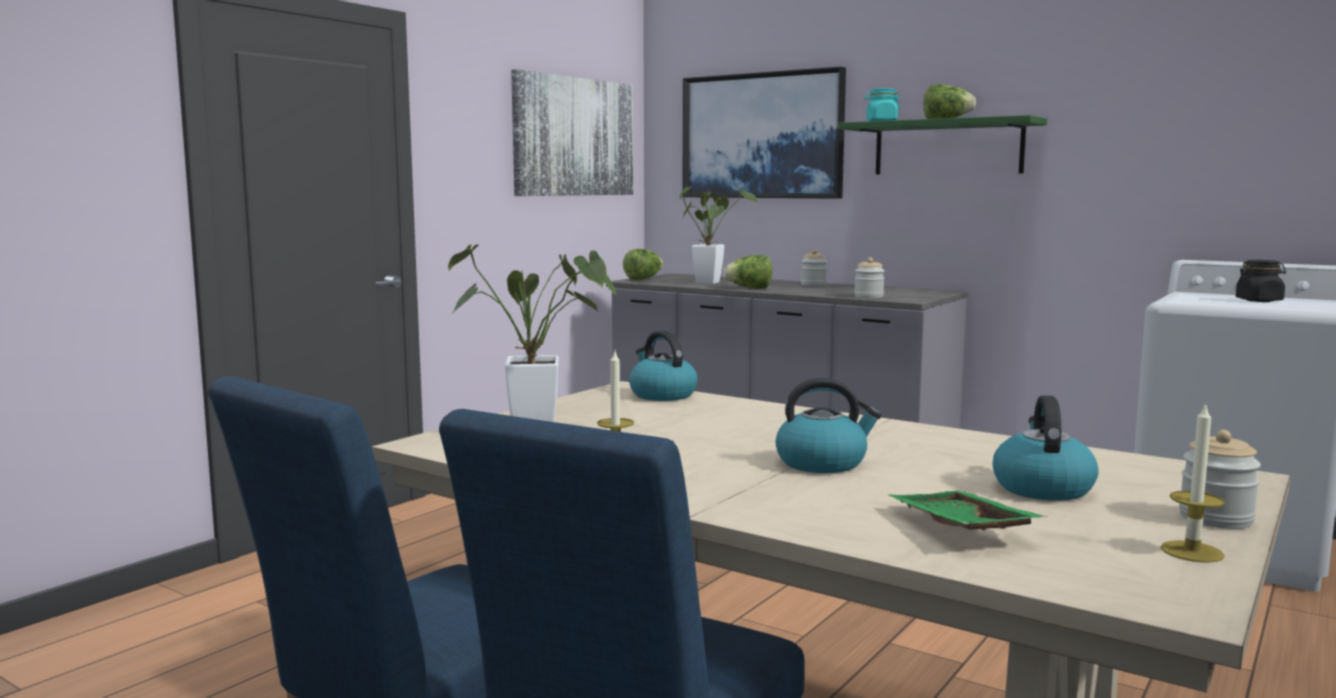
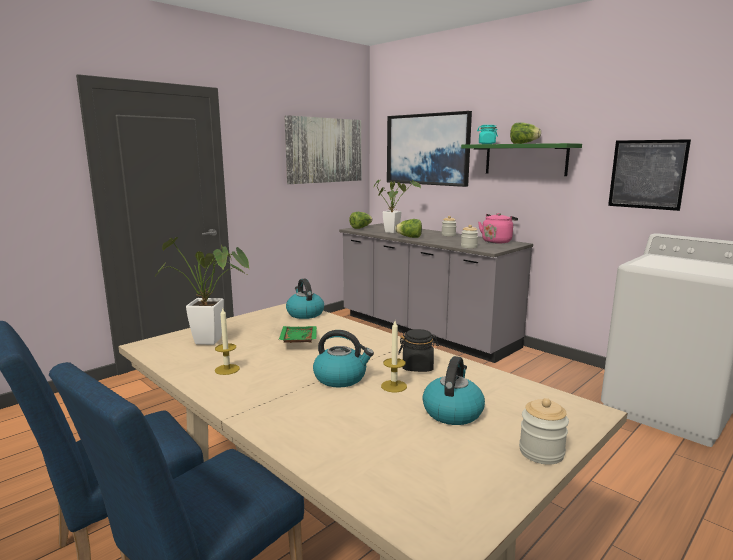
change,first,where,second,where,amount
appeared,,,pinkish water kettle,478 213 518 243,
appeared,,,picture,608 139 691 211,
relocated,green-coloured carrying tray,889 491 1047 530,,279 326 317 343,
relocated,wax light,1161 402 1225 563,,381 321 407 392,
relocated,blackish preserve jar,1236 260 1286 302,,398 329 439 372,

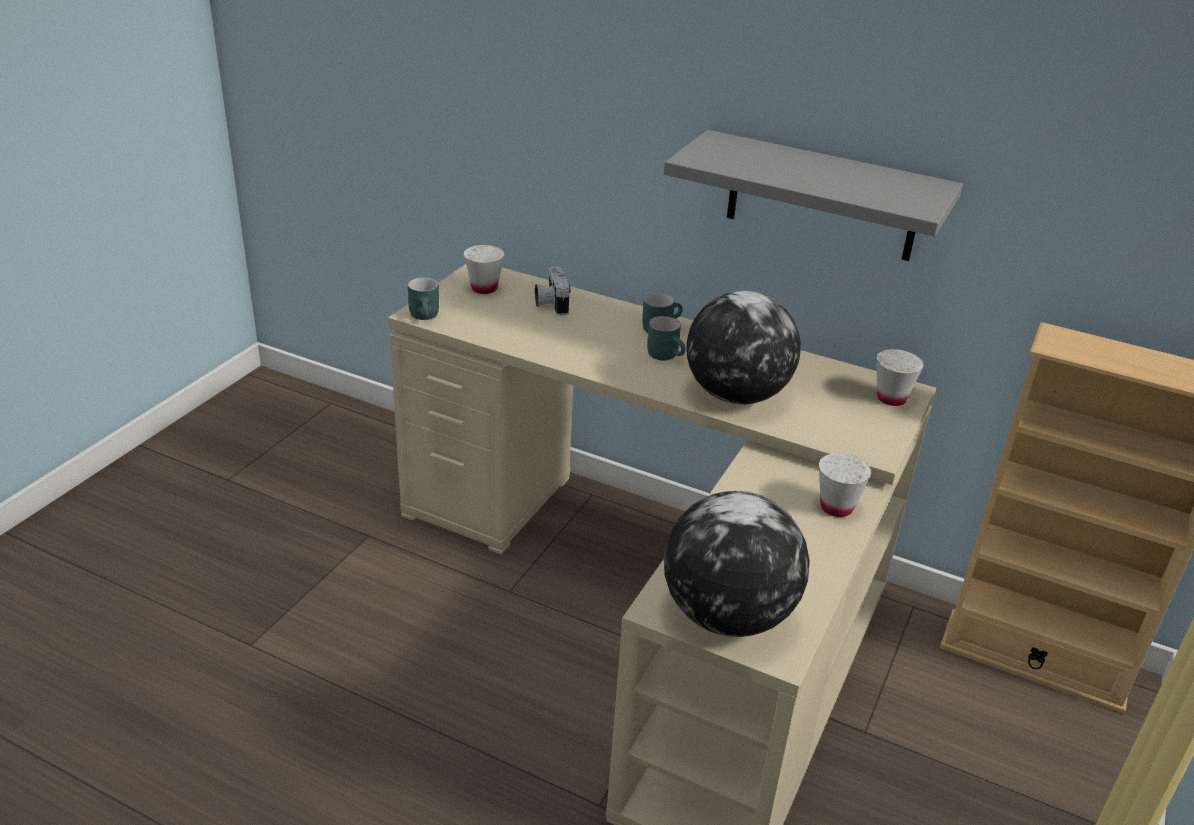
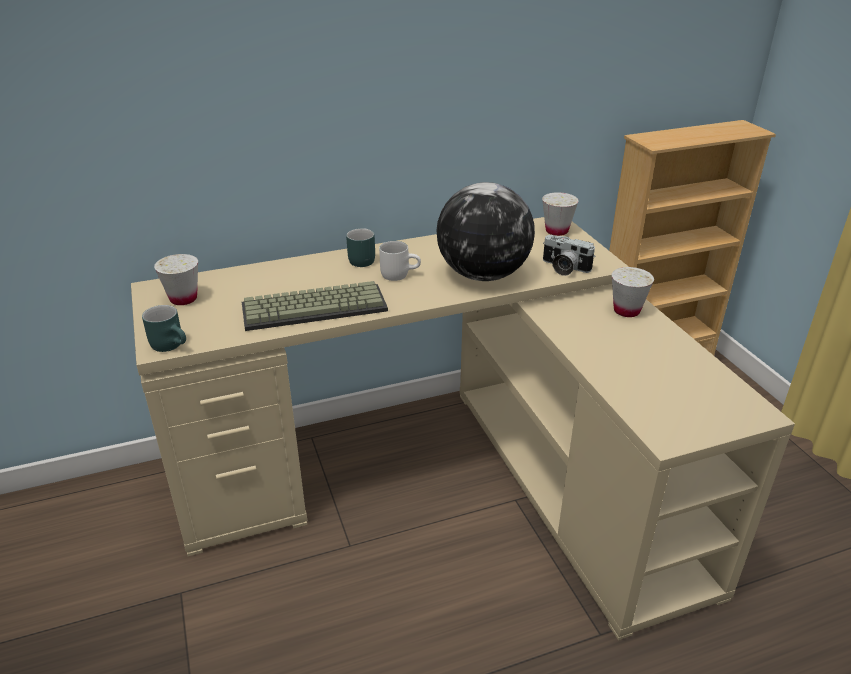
change,first,where,second,where,amount
missing,grey bracket shelf,664 130 963 261,,,
missing,world globe,664 491 810 637,,,
appeared,,,PC keyboard,242 281 388 331,
relocated,photo camera,535 266 570 315,,543 235 595 276,
colour,turquoise tea mug,647 316 686 361,white tea mug,379 241 421 281,

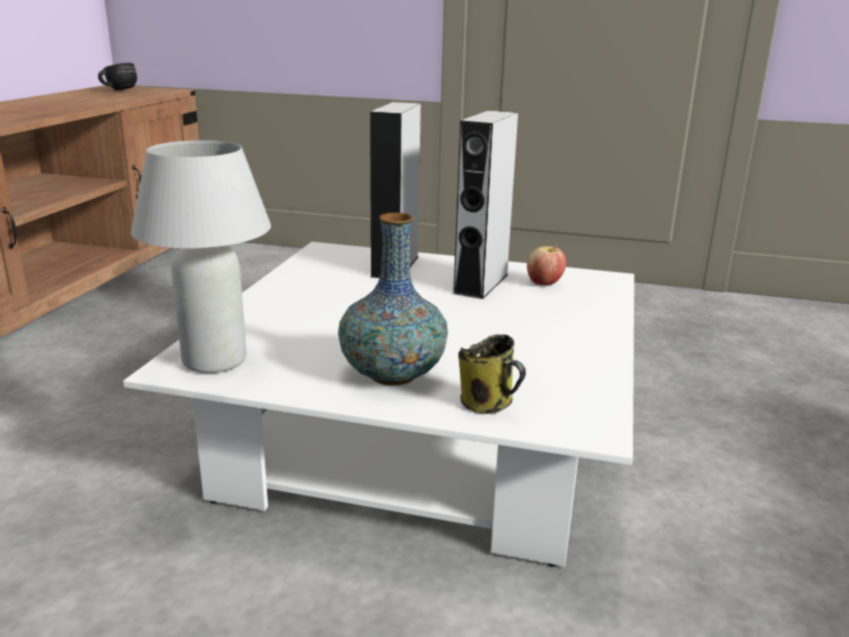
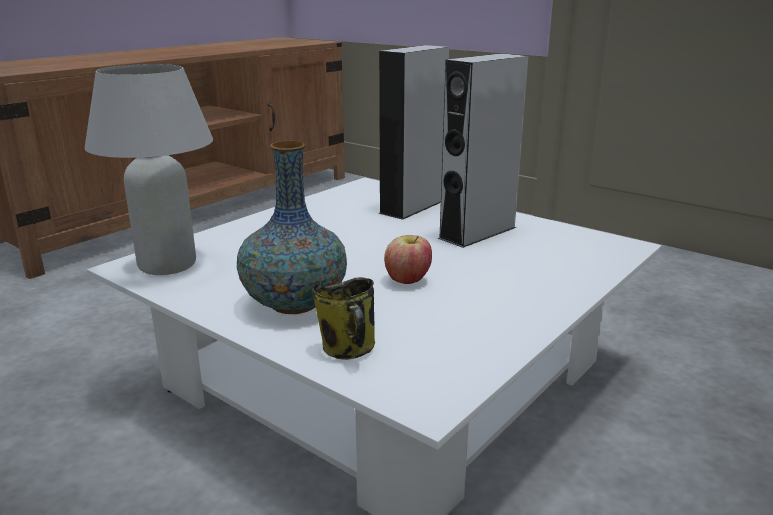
change,first,where,second,where,amount
missing,blackish tea mug,98 63 137 90,,,
relocated,apple fruit,527 245 566 285,,384 235 432 284,

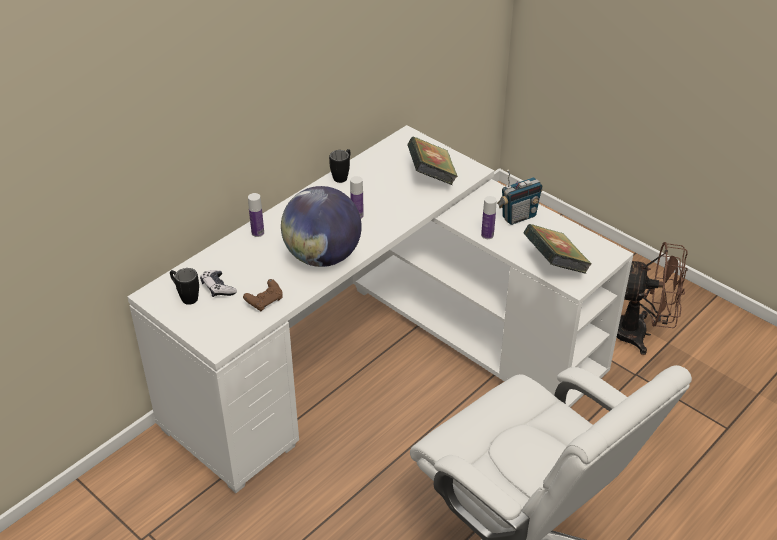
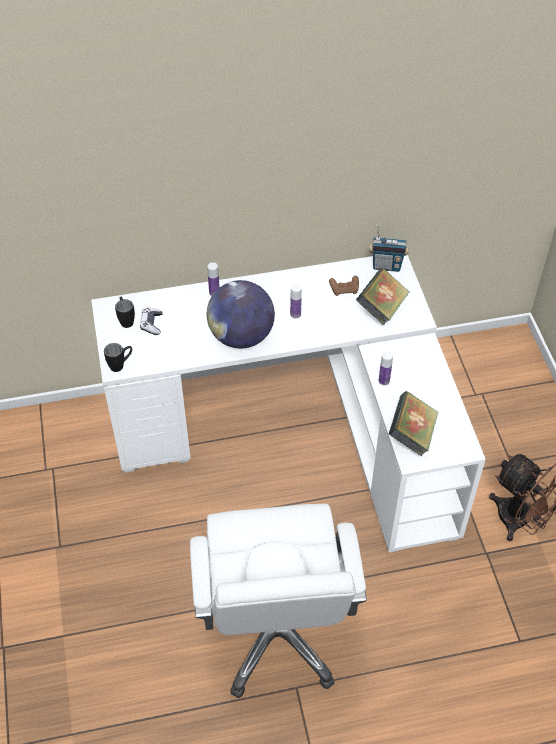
change,first,where,second,where,amount
relocated,brown joypad,243 279 283 312,,329 276 359 296,
relocated,blackish tea mug,329 149 350 183,,104 343 132 372,
relocated,radio set,497 170 543 225,,369 225 409 272,

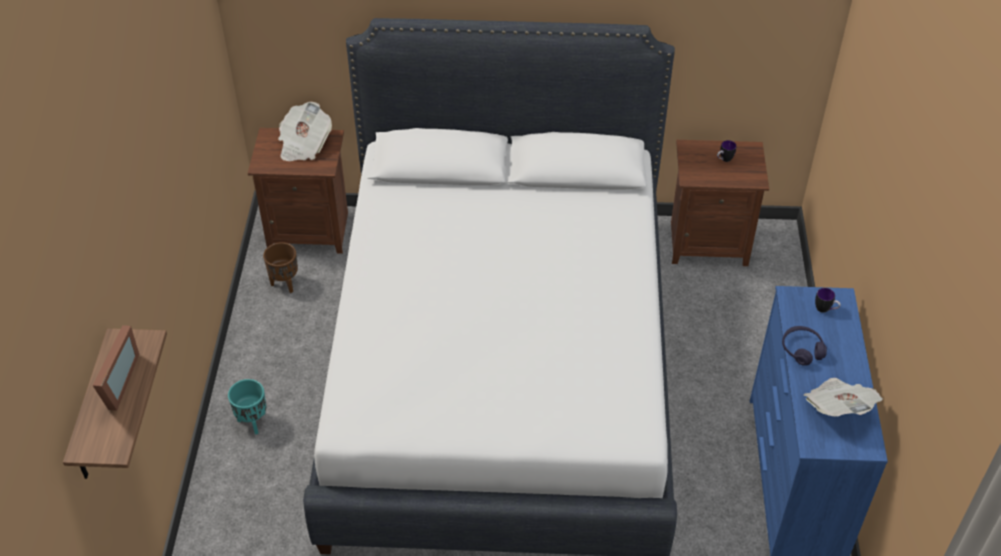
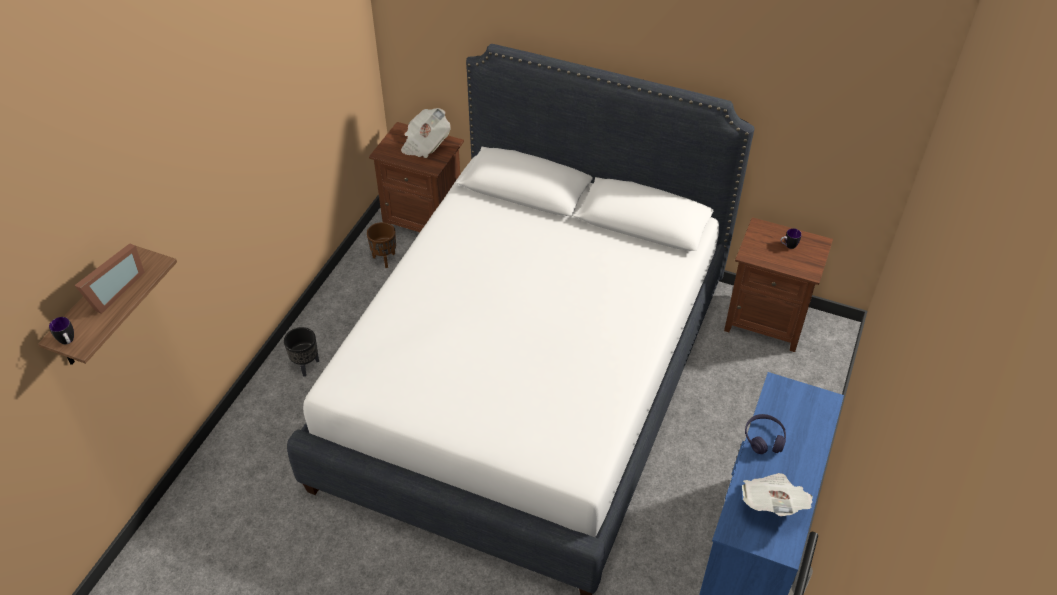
change,first,where,second,where,amount
relocated,tea mug,815 288 841 313,,49 317 74 345,
colour,turquoise planter,228 379 266 435,blackish planter,284 327 319 377,

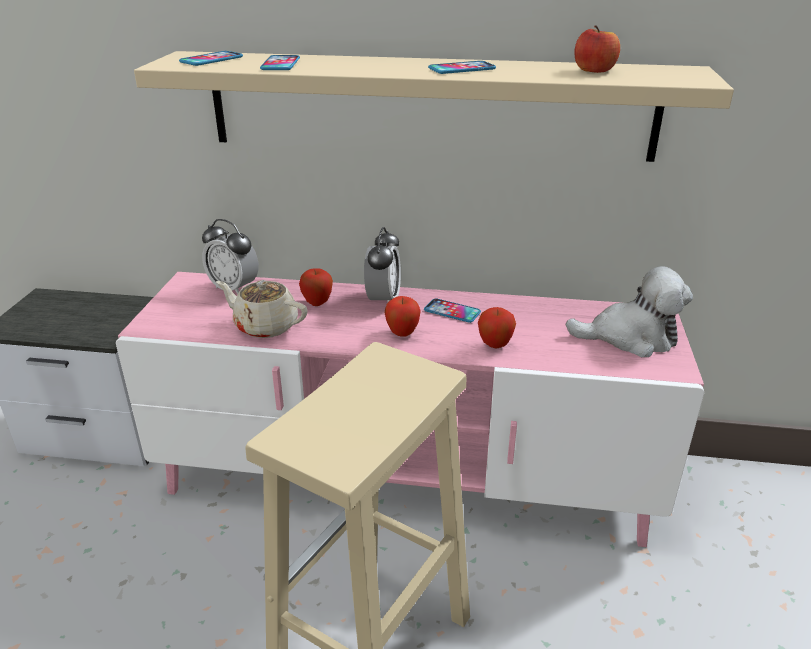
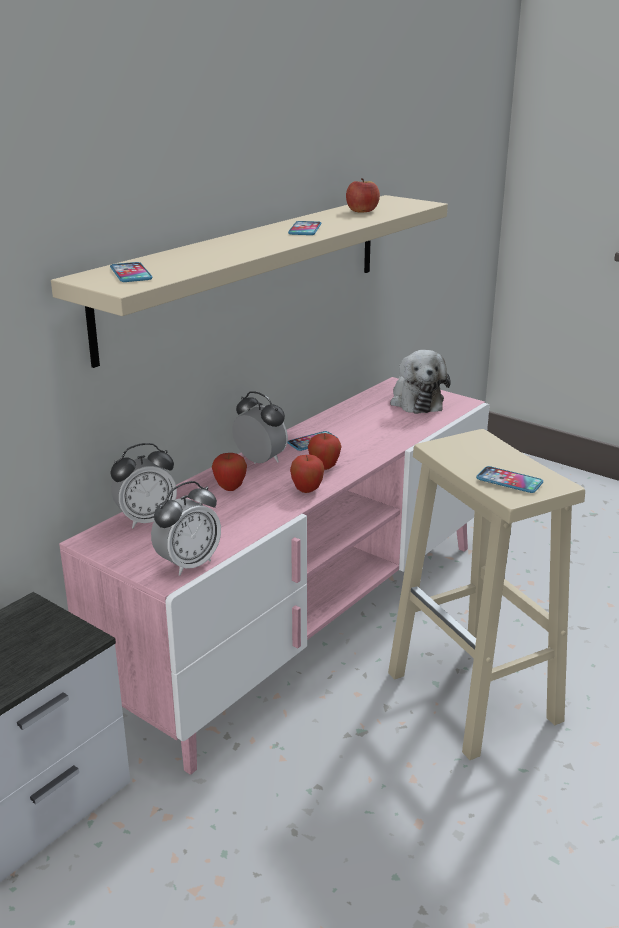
change,first,where,second,where,amount
missing,sand-coloured tea pot,216 280 308 338,,,
appeared,,,table clock,151 481 221 576,
relocated,telephone,260 55 300 70,,476 466 543 493,
relocated,apple fruit,478 307 516 348,,290 455 324 493,
spun,plush toy,566 266 693 357,,390 350 451 414,135 degrees clockwise

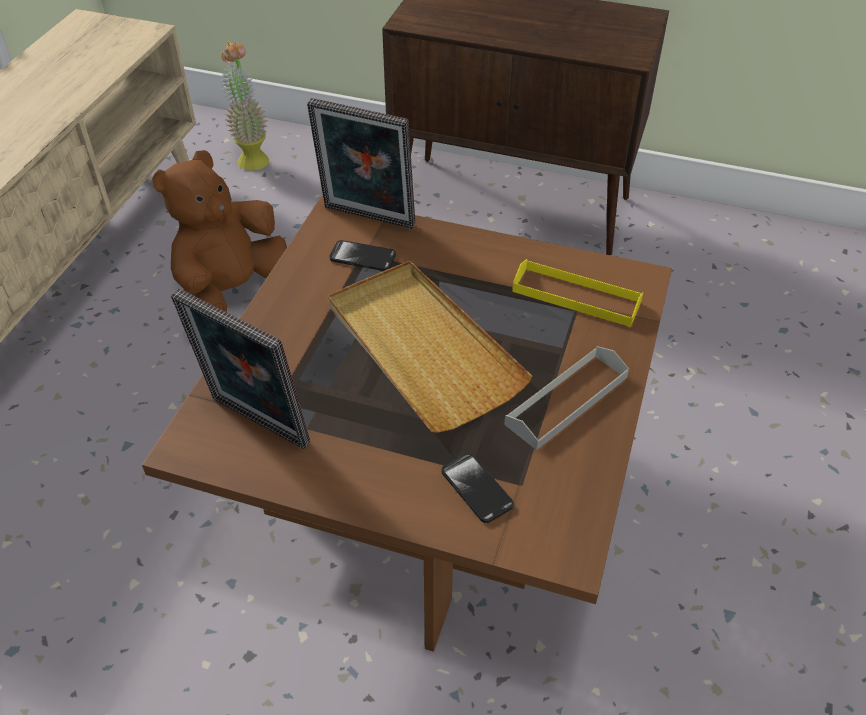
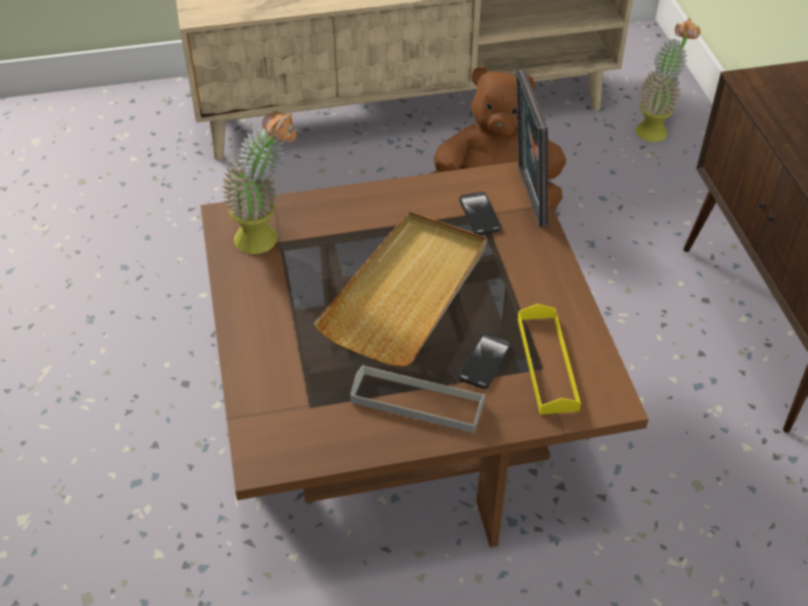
change,first,where,second,where,amount
relocated,telephone,442 453 514 523,,459 333 511 389,
exchanged,photo frame,171 288 310 449,potted plant,221 111 296 254,

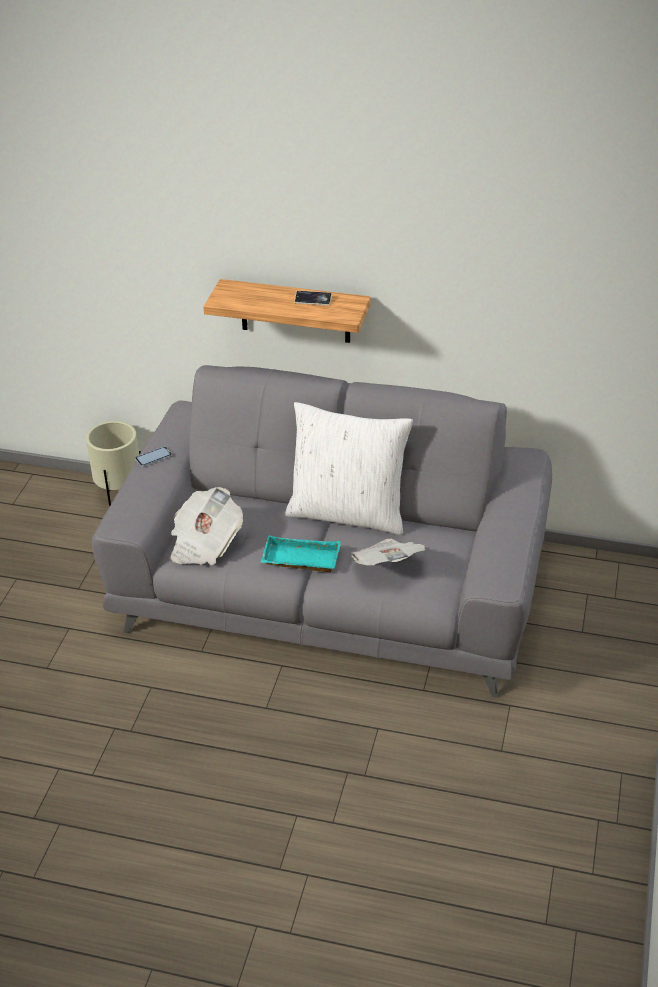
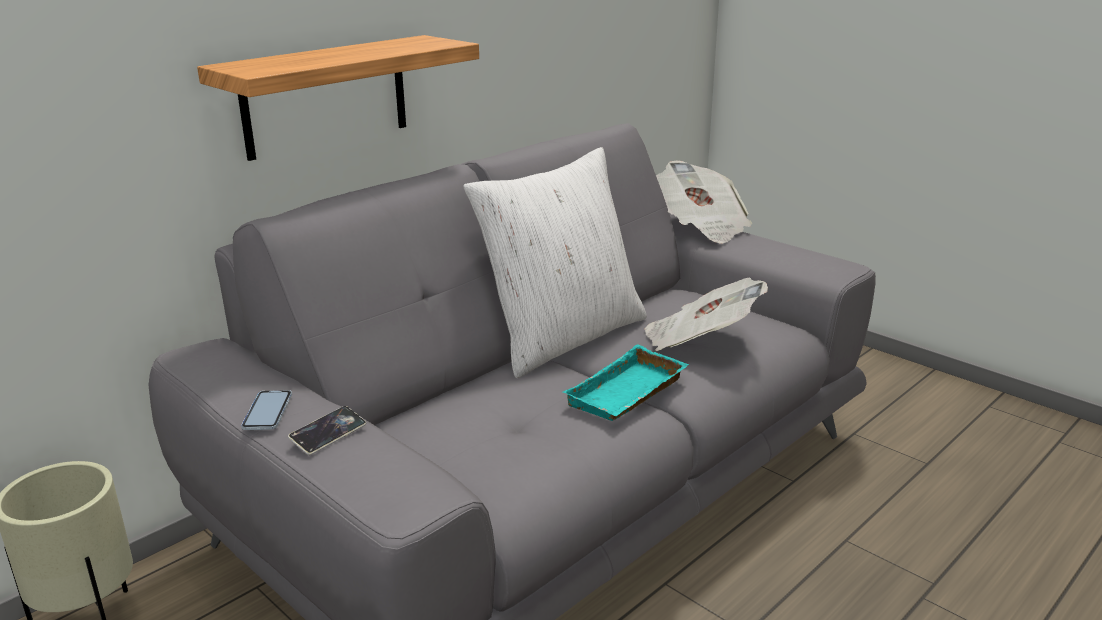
change,first,where,second,where,amount
relocated,printed paper,170 487 243 565,,656 160 752 244,
relocated,telephone,294 291 332 305,,288 406 366 455,

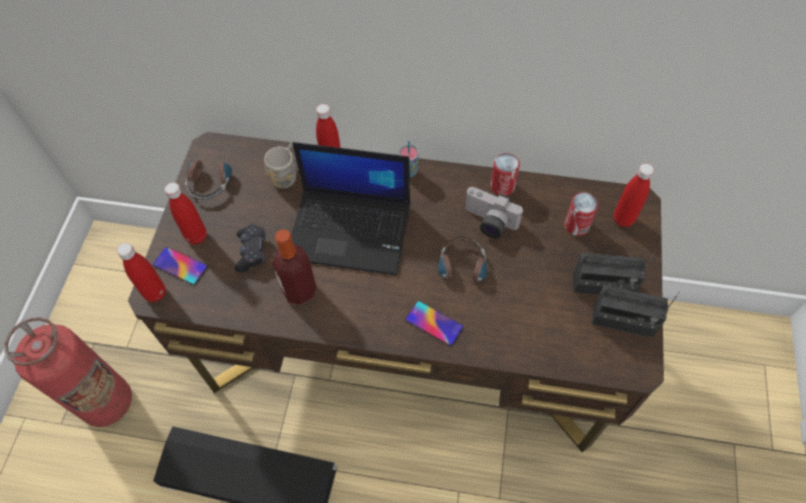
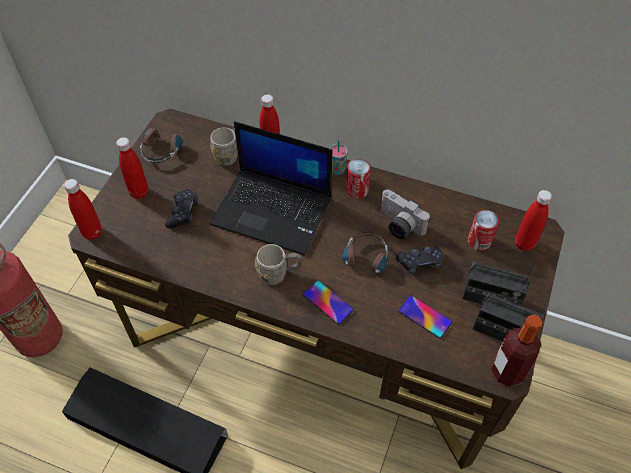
change,first,where,second,where,amount
appeared,,,grey tea mug,255 244 302 285,
appeared,,,blackish joypad,396 246 443 274,
relocated,telephone,153 247 208 285,,398 295 453 338,
relocated,beverage bottle,272 229 317 305,,491 314 543 387,
relocated,can,491 153 520 196,,346 159 371 198,

